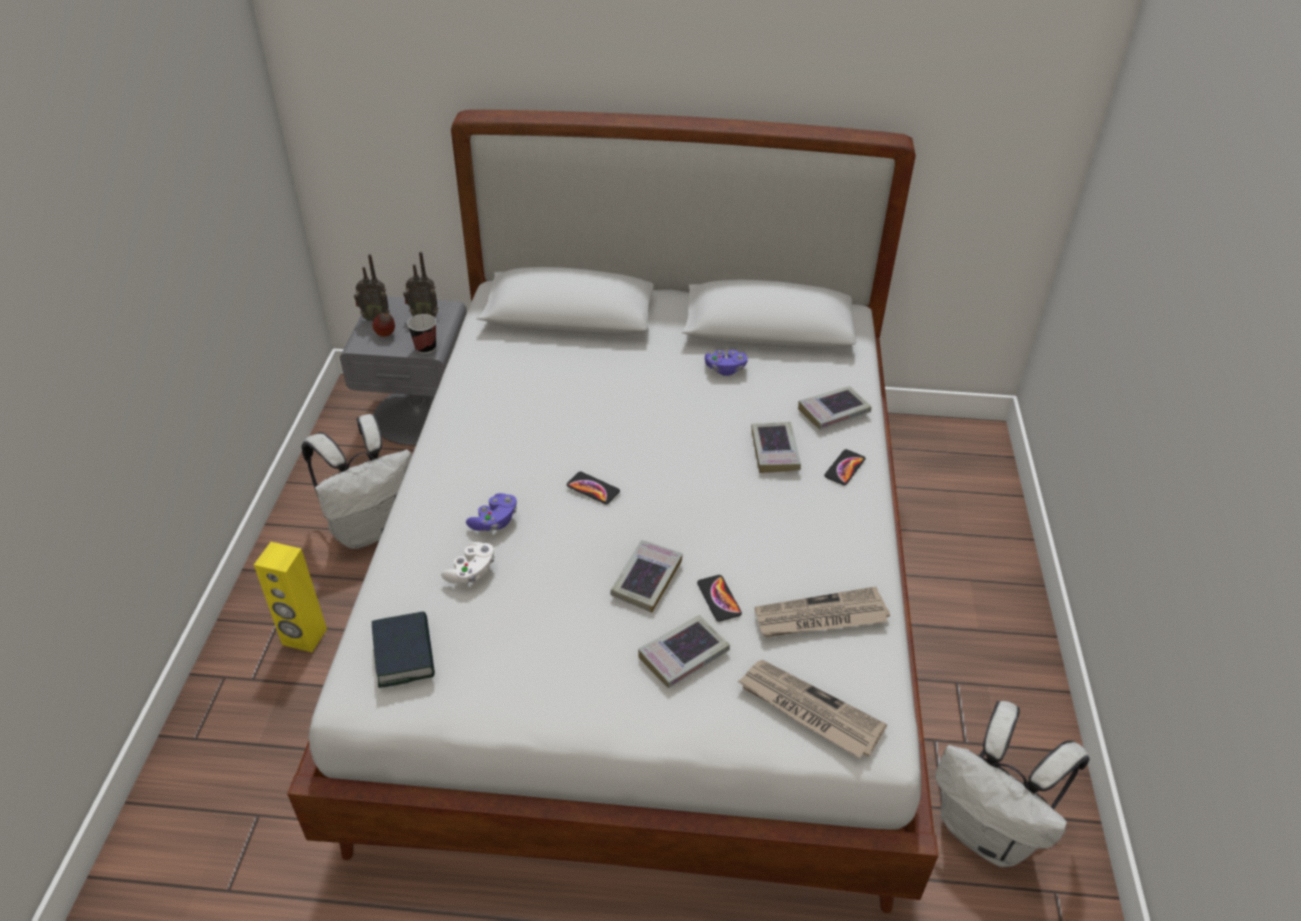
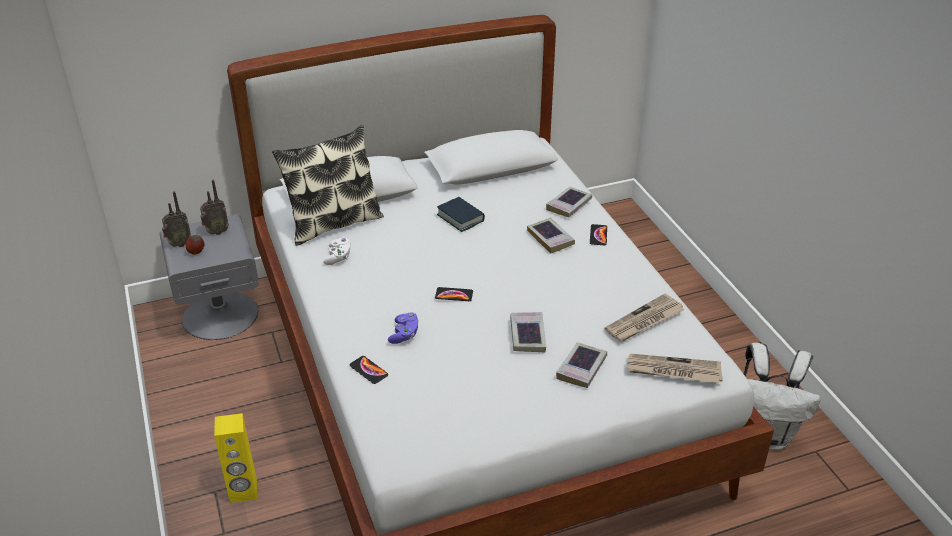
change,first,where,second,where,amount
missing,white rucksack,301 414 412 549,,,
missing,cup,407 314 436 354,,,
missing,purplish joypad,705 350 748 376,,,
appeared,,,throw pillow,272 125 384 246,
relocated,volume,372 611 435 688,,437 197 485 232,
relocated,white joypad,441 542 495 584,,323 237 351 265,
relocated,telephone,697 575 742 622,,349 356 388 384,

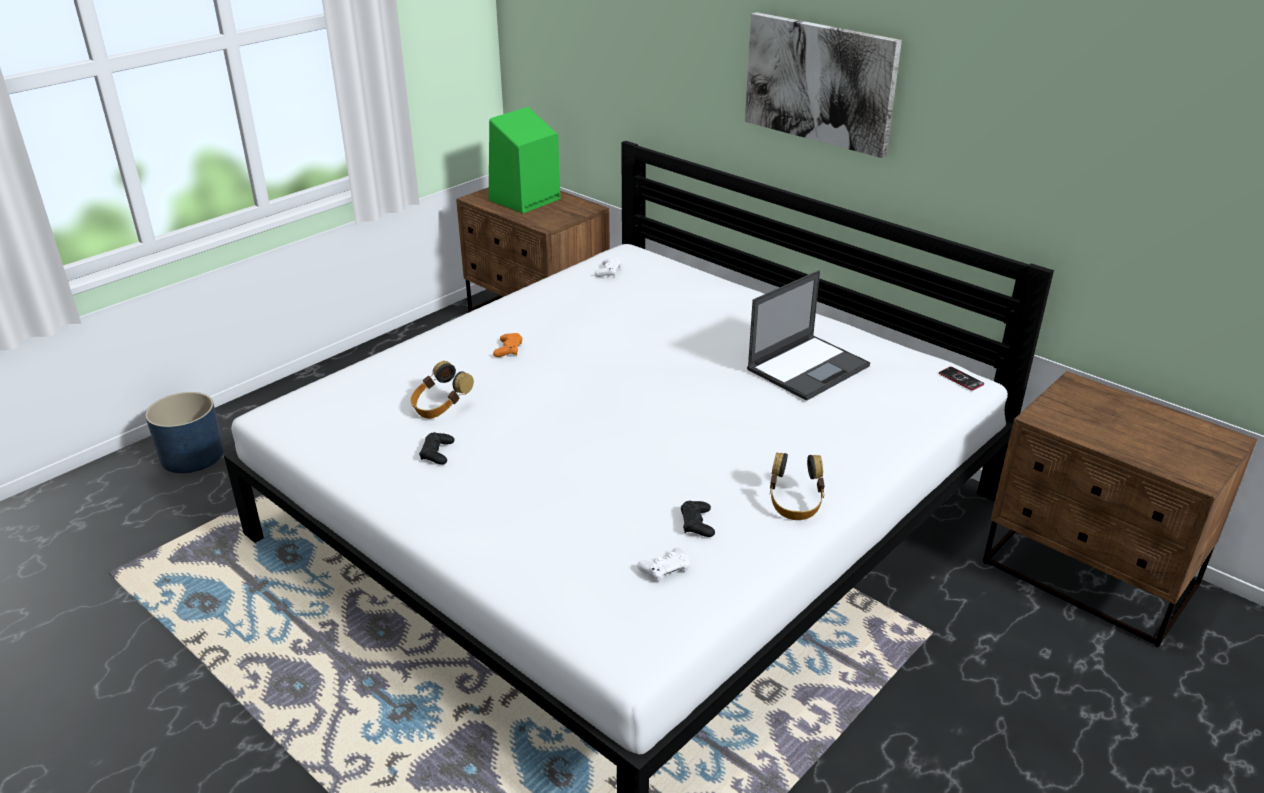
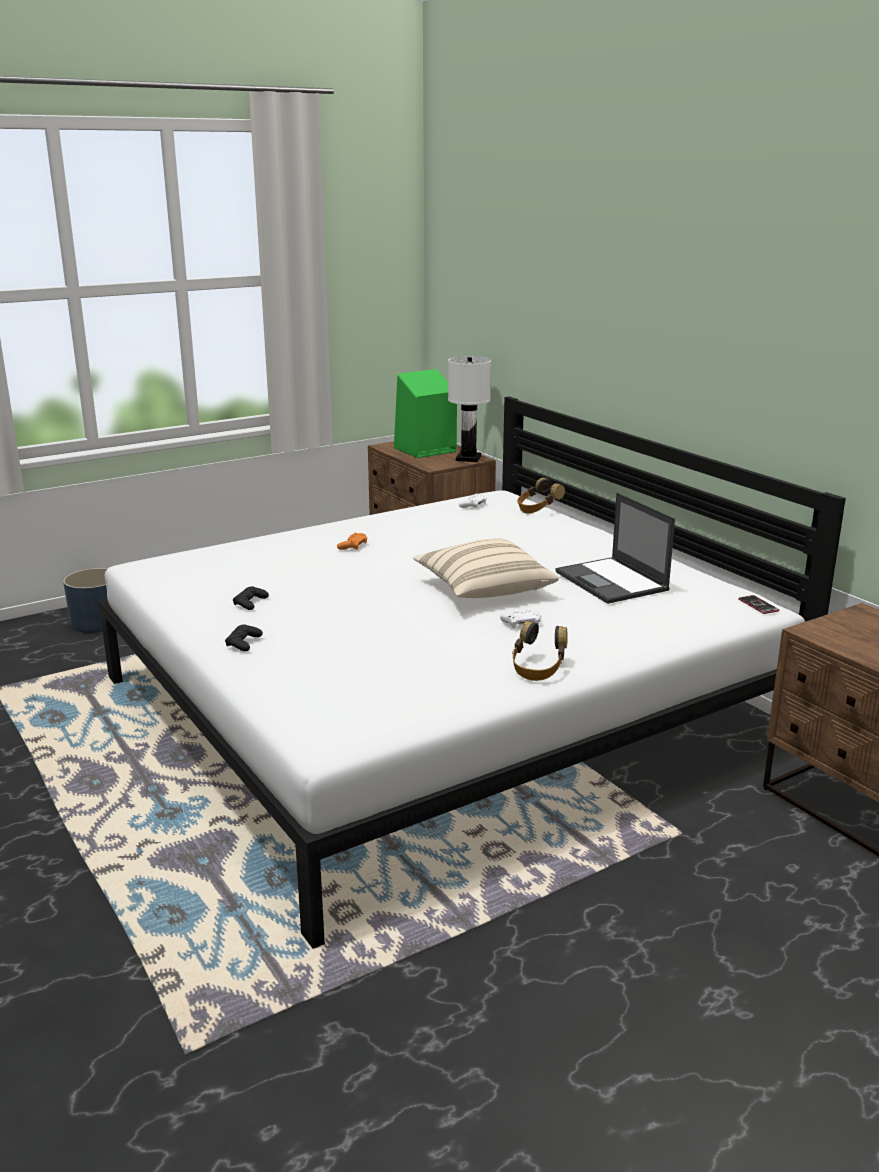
change,first,where,second,where,amount
missing,picture,745 12 902 158,,,
appeared,,,sand-coloured throw pillow,413 539 559 598,
appeared,,,white table lamp,448 356 491 462,
relocated,headset,410 361 474 419,,517 478 565 514,
relocated,white joypad,637 547 690 582,,500 609 541 628,
relocated,blackish joypad,681 501 715 537,,225 624 263 651,
spun,laptop,747 270 870 401,,556 493 675 604,90 degrees clockwise

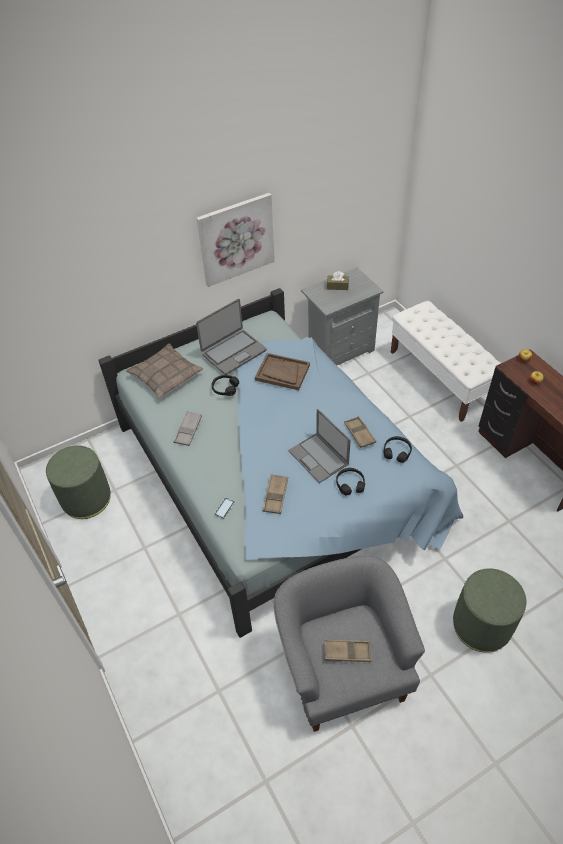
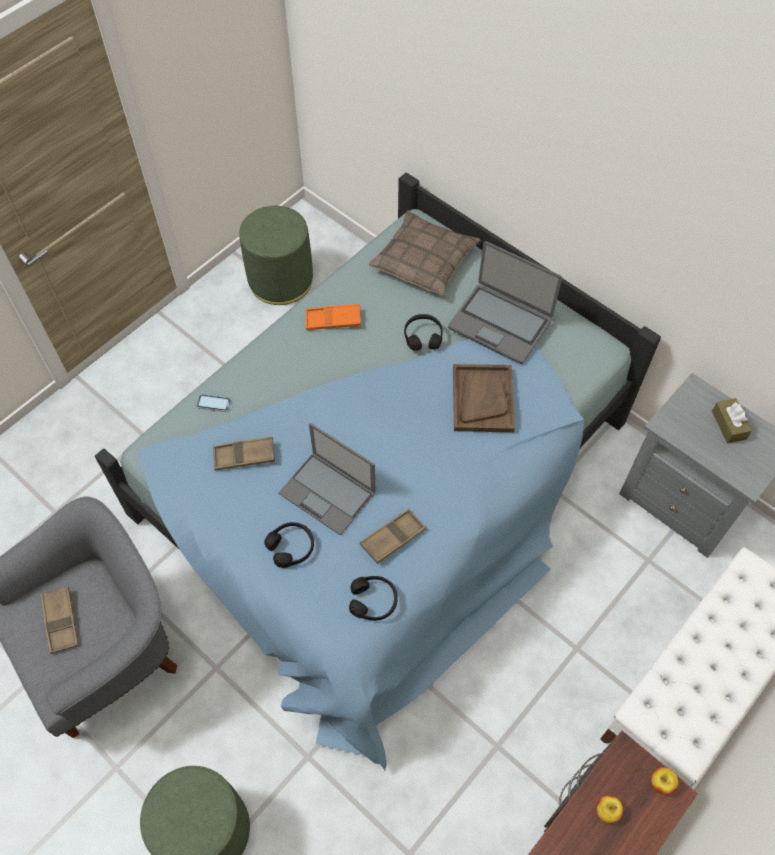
change,first,where,second,where,amount
missing,picture,196 193 275 287,,,
colour,grey carrying tray,173 411 202 446,orangey carrying tray,306 304 361 330,
spun,laptop,288 409 351 483,,278 423 376 536,90 degrees counterclockwise

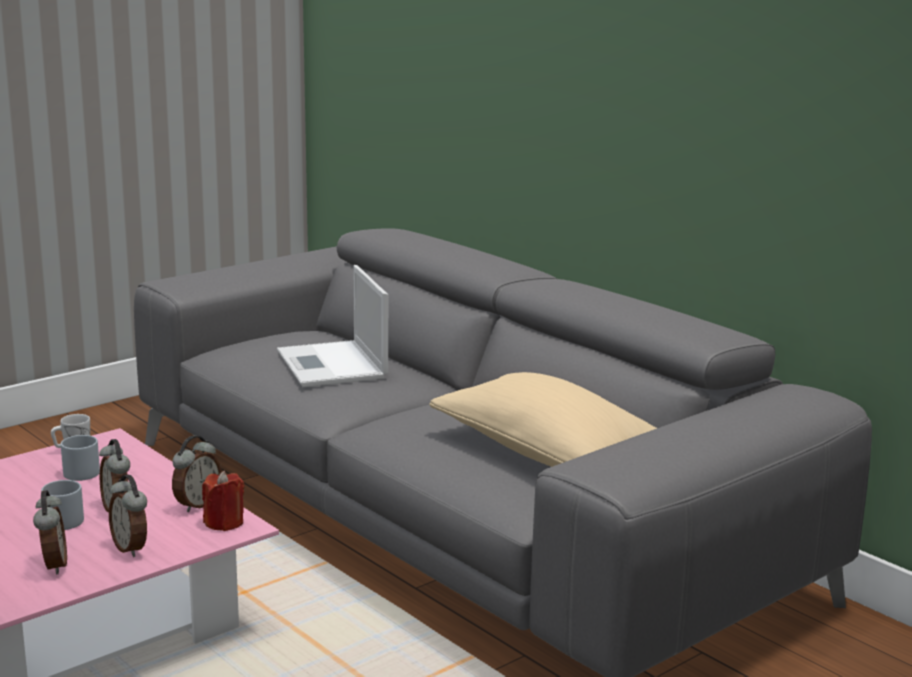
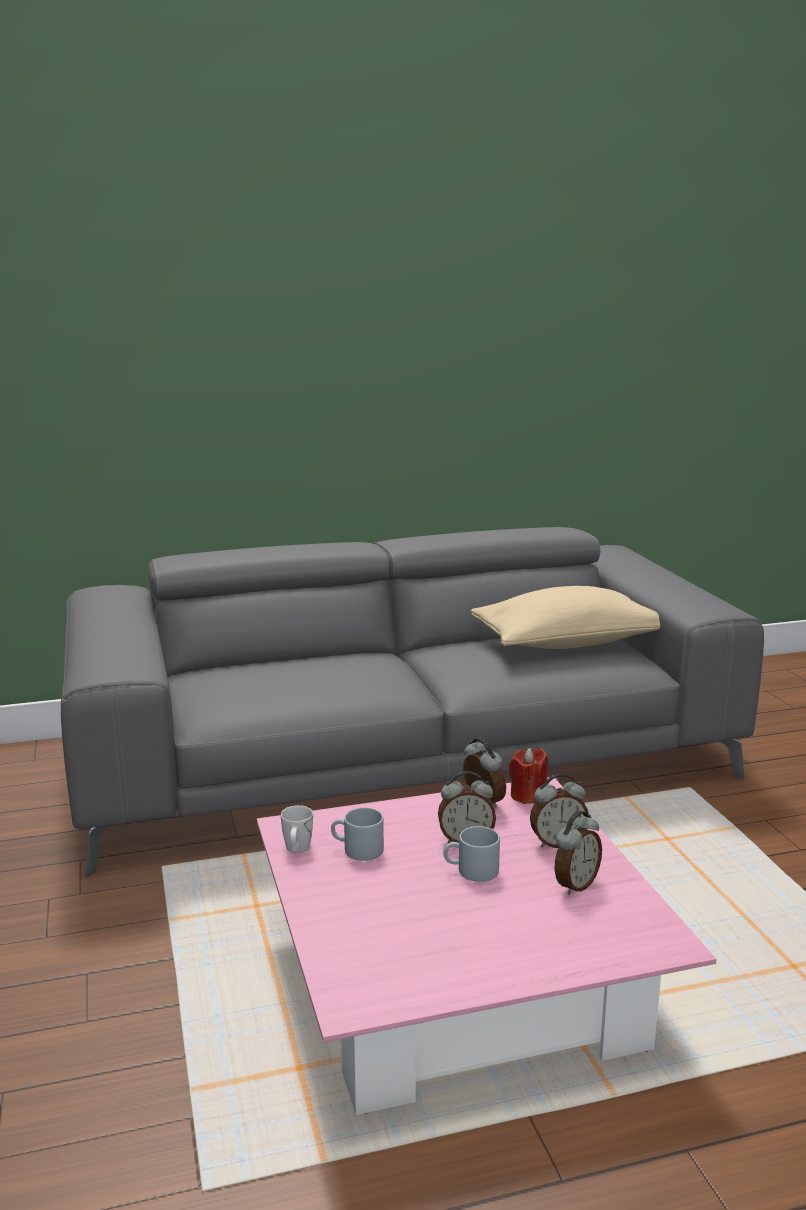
change,first,where,second,where,amount
missing,laptop,277 265 388 387,,,
spun,table clock,33 490 67 574,,555 811 602 895,120 degrees clockwise

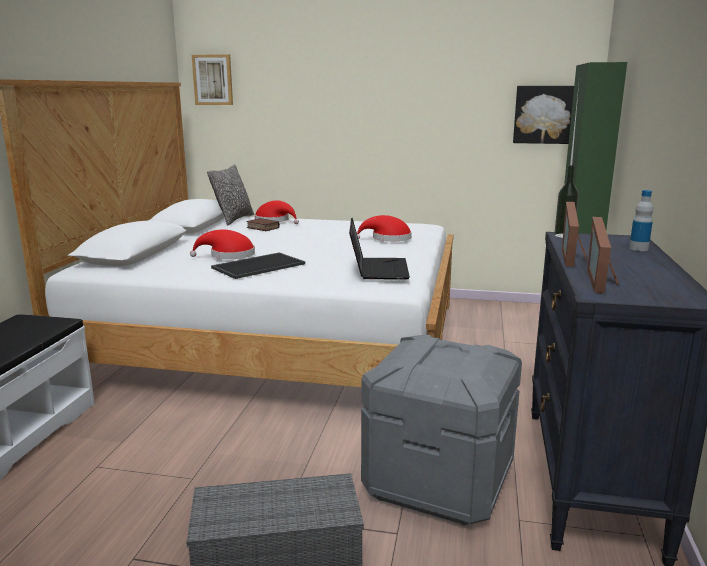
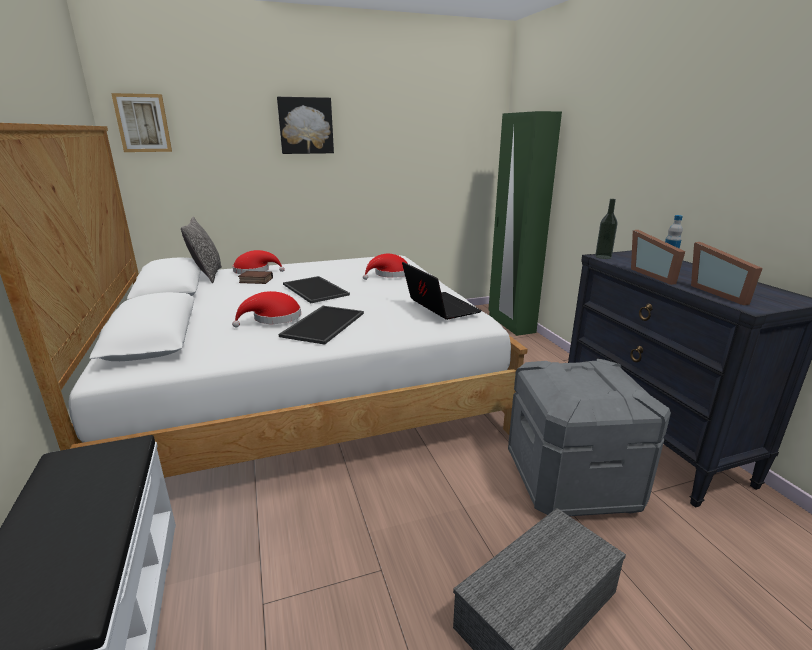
change,first,where,second,where,amount
appeared,,,carrying tray,283 276 350 303,
relocated,picture,513 86 574 144,,277 97 334 154,

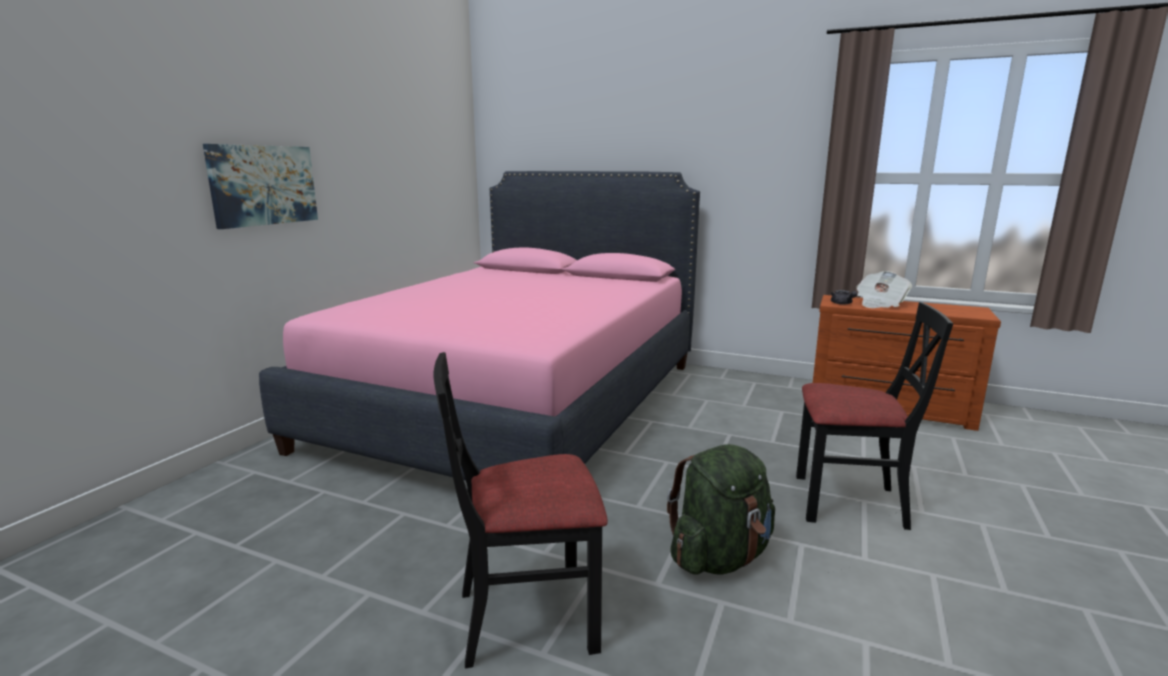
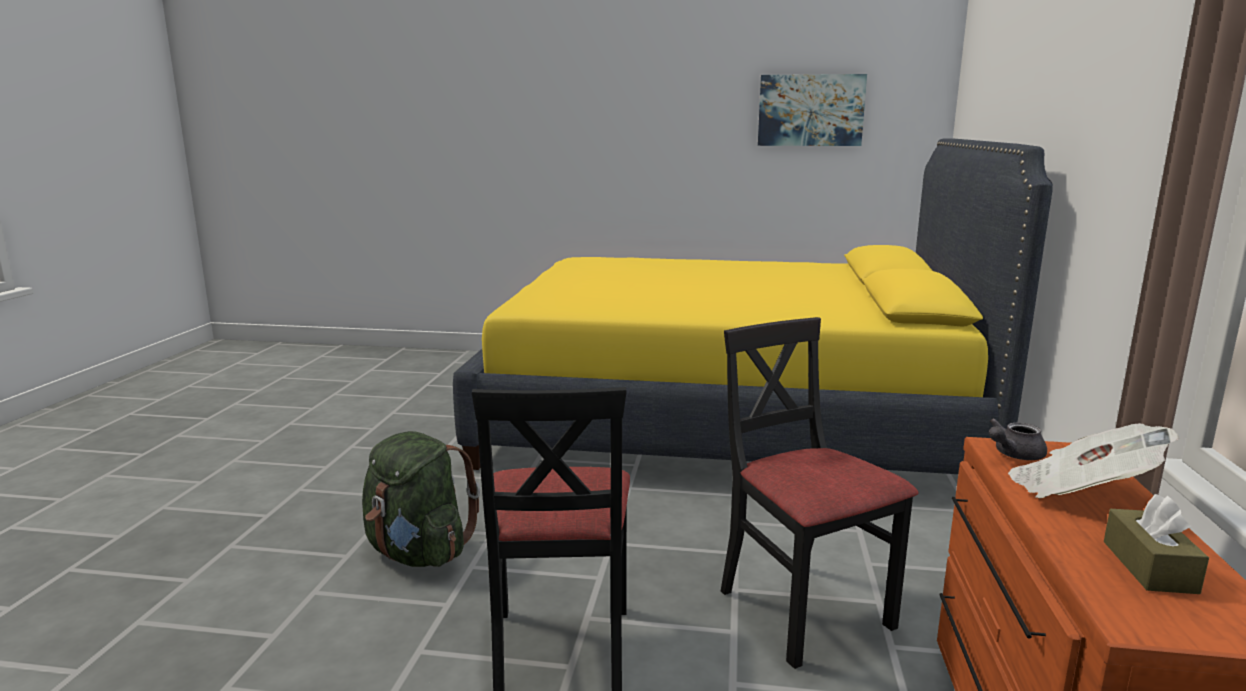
change,first,where,second,where,amount
appeared,,,brown box of tissues,1104 494 1209 594,
relocated,picture,203 144 318 229,,758 74 867 146,
relocated,blackish upright chair,434 352 608 669,,721 317 919 669,
colour,pinkish bedroom bed,259 171 700 480,yellow-coloured bedroom bed,453 138 1053 474,

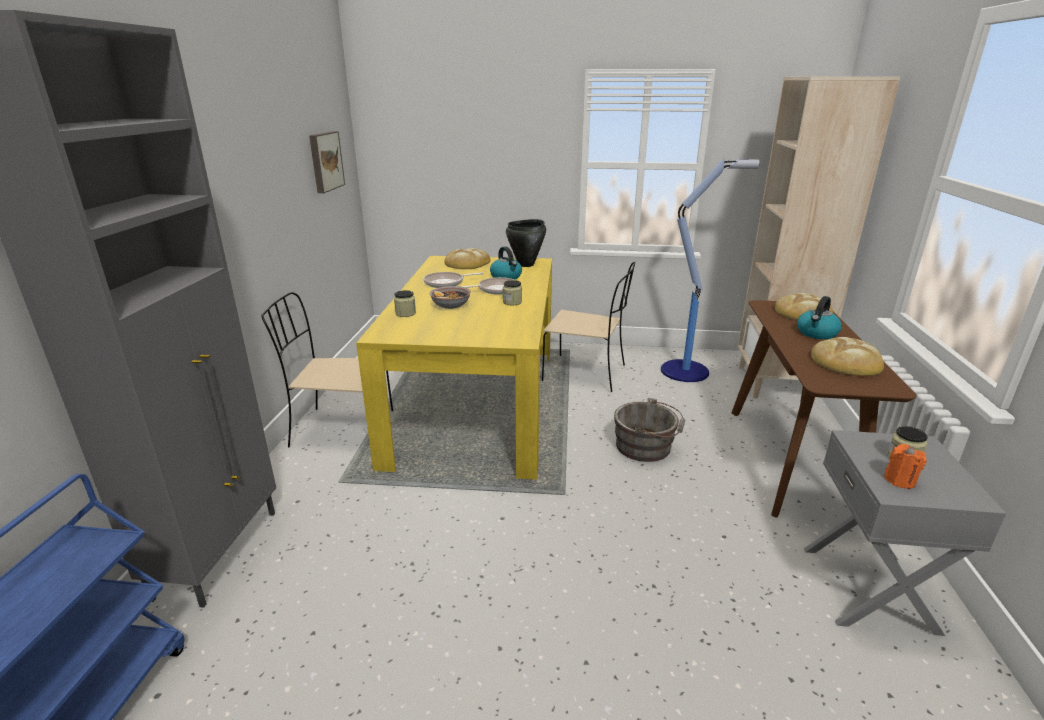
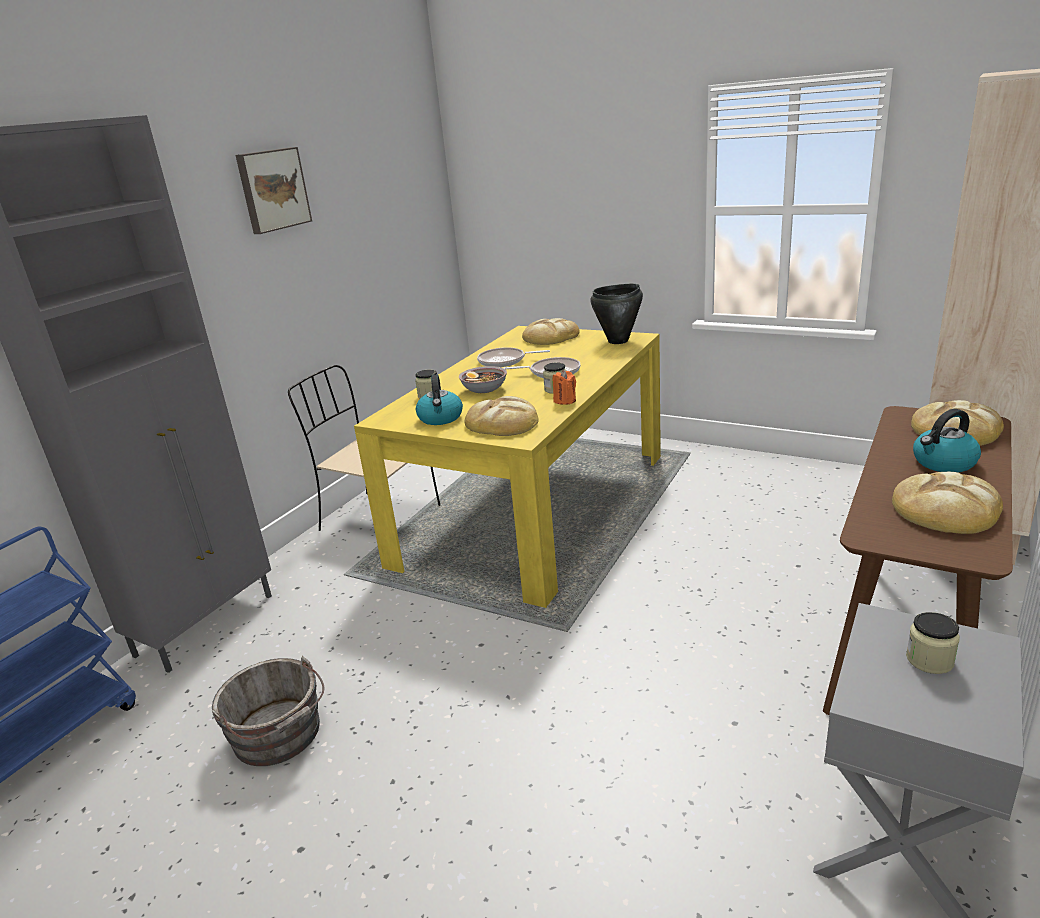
change,first,where,second,where,amount
missing,sand-coloured upright chair,542 262 635 392,,,
missing,standard lamp,661 158 760 382,,,
appeared,,,baked bread,465 396 539 436,
relocated,picture,309 131 345 193,,235 147 312 234,
relocated,water kettle,490 246 522 280,,416 375 463 425,
relocated,grey bucket,614 398 685 462,,212 656 324 766,
relocated,orangey wax light,884 444 927 489,,553 370 576 405,

